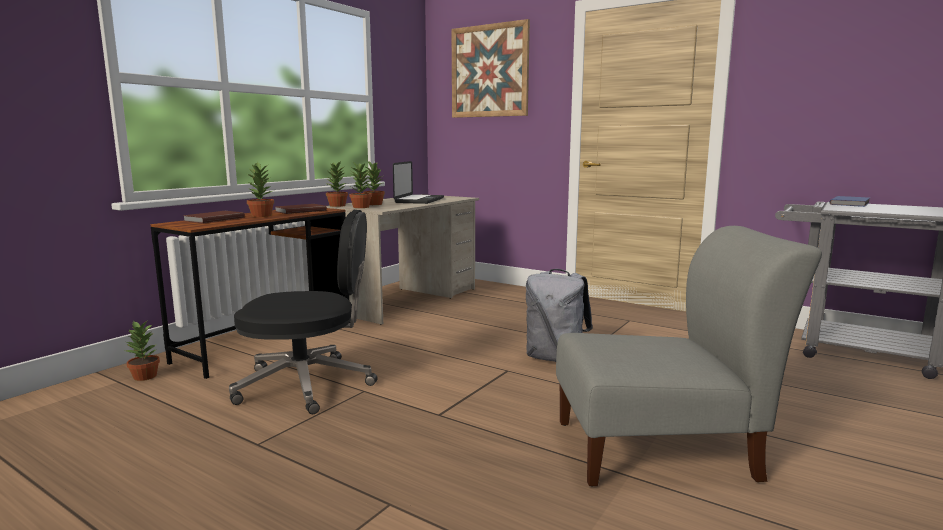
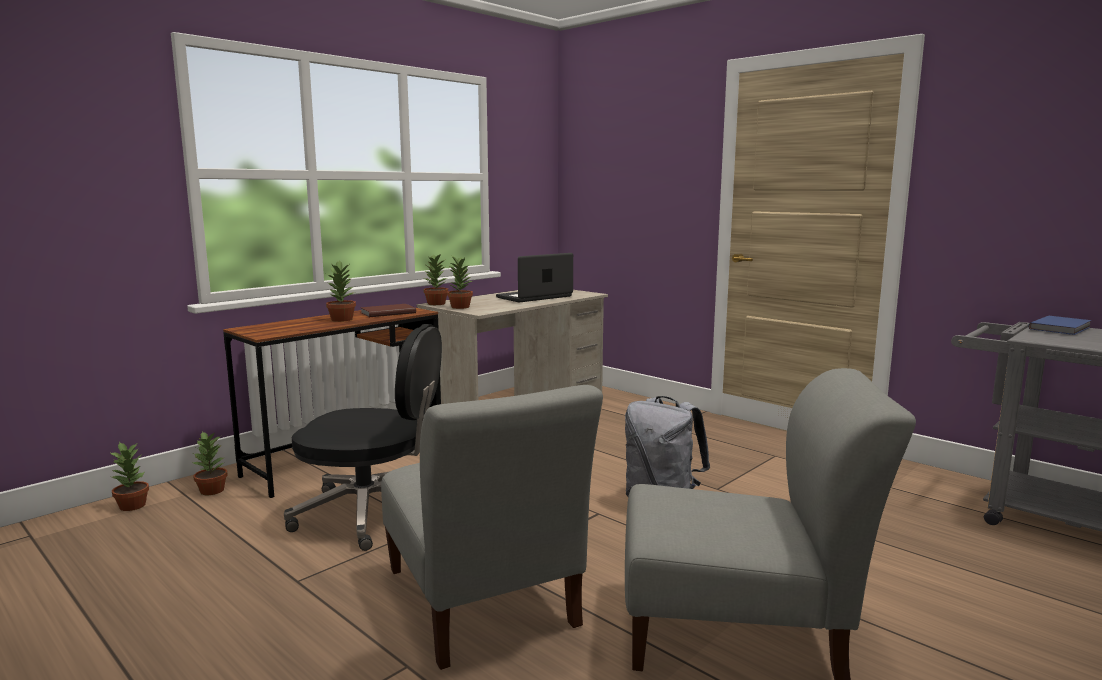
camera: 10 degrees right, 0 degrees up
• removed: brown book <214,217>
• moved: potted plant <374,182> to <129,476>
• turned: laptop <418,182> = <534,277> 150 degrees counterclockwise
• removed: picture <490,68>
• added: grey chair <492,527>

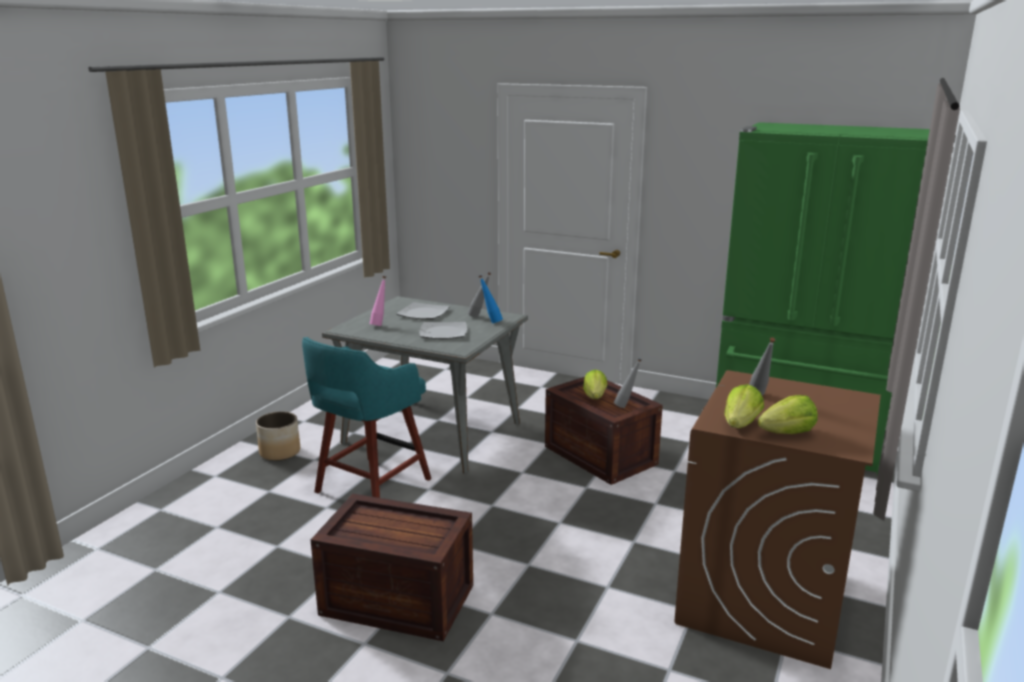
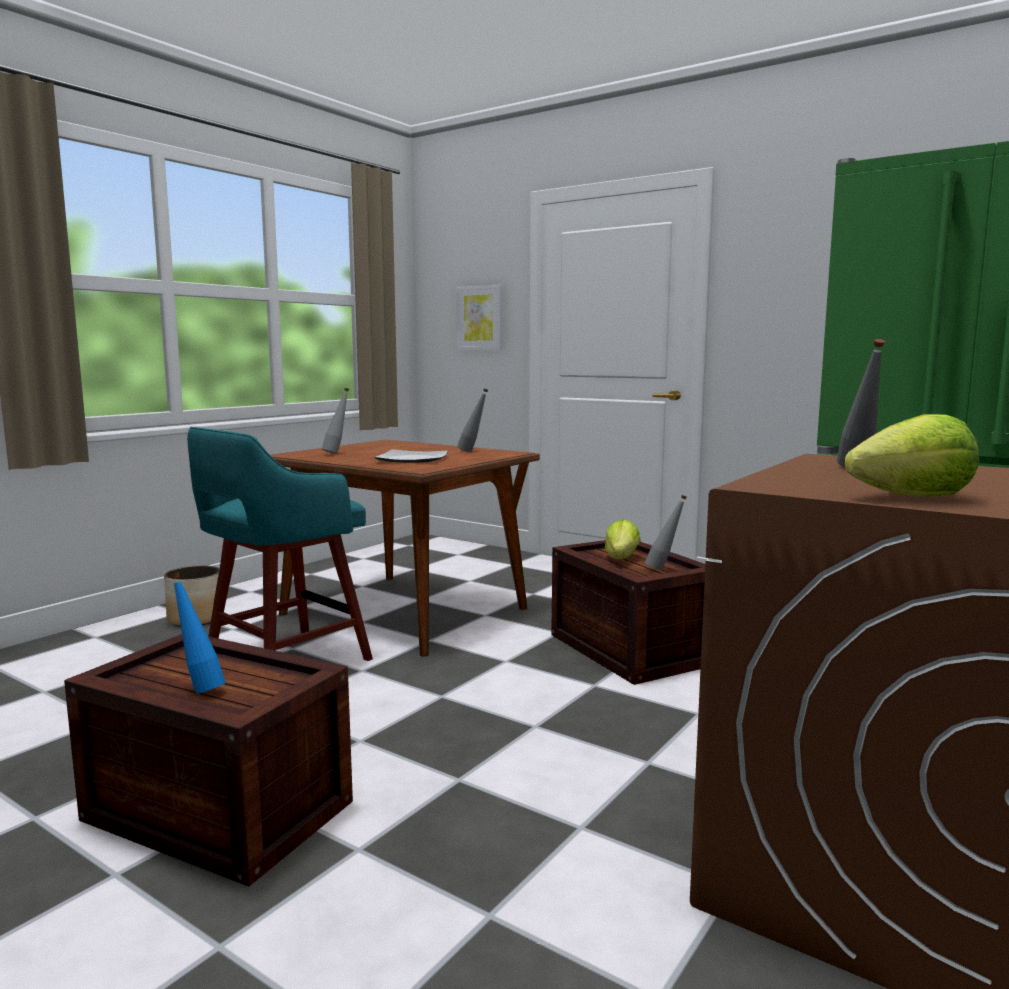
camera: 10 degrees right, 10 degrees down
• recoloured: grey dining table <425,384> to brown dining table <405,548>
• recoloured: pink bottle <378,301> to grey bottle <335,421>
• removed: plate <423,310>
• moved: blue bottle <491,299> to <198,633>
• removed: lettuce <744,406>
• added: picture <479,317>

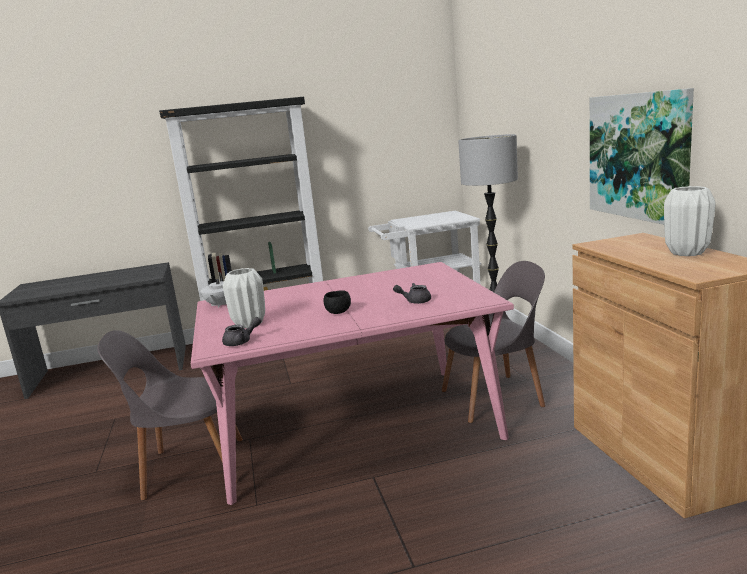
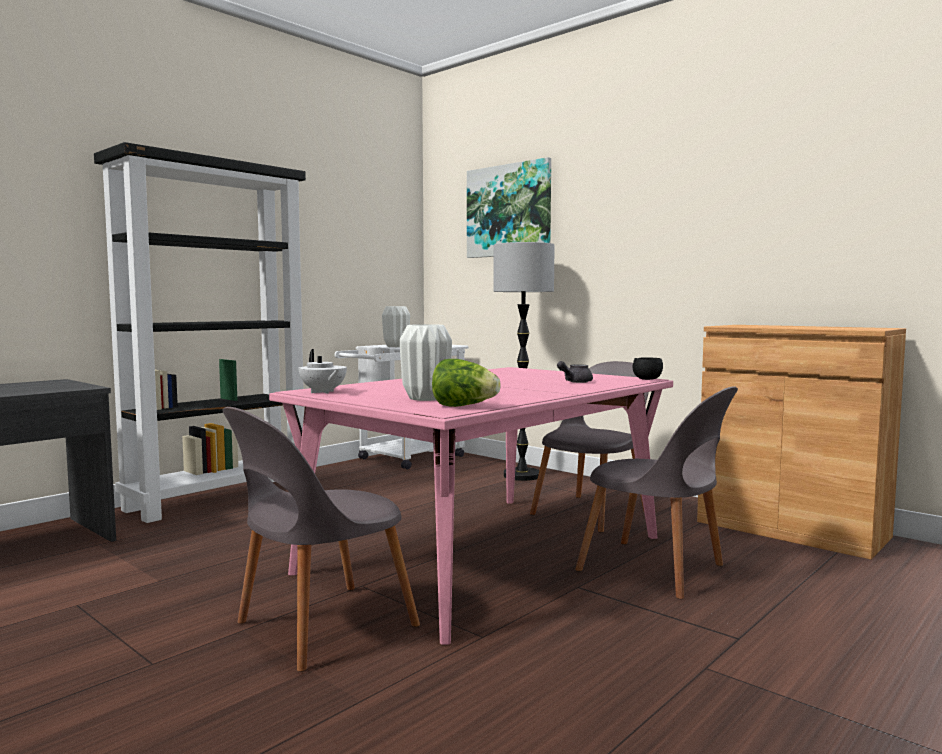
camera: 35 degrees left, 10 degrees down
• replaced: grey teapot <242,331> to lettuce <466,383>
• moved: black bowl <337,302> to <647,368>
• moved: picture <642,156> to <509,207>
• moved: white vase <690,221> to <396,326>
• added: grey chair <656,492>

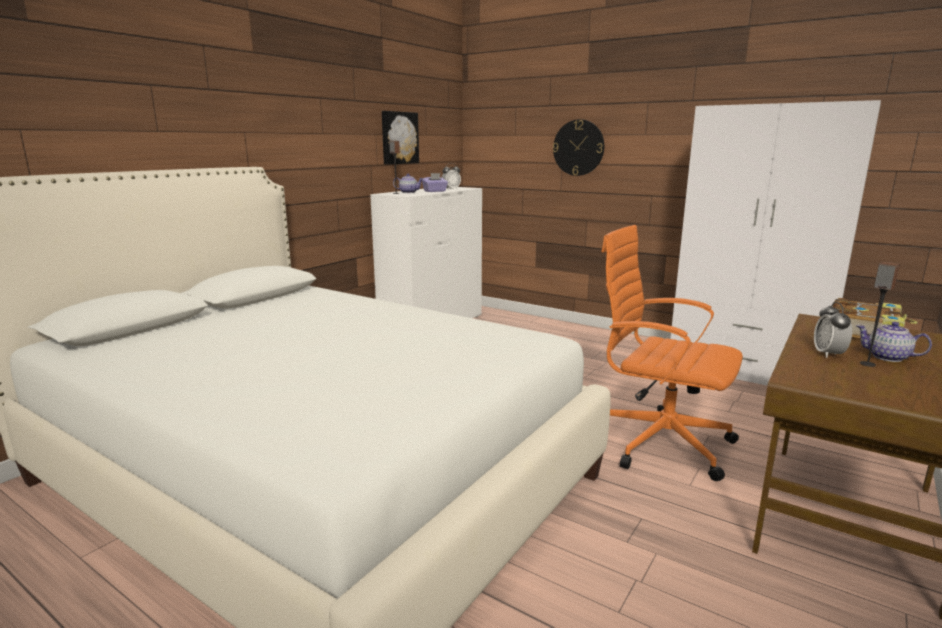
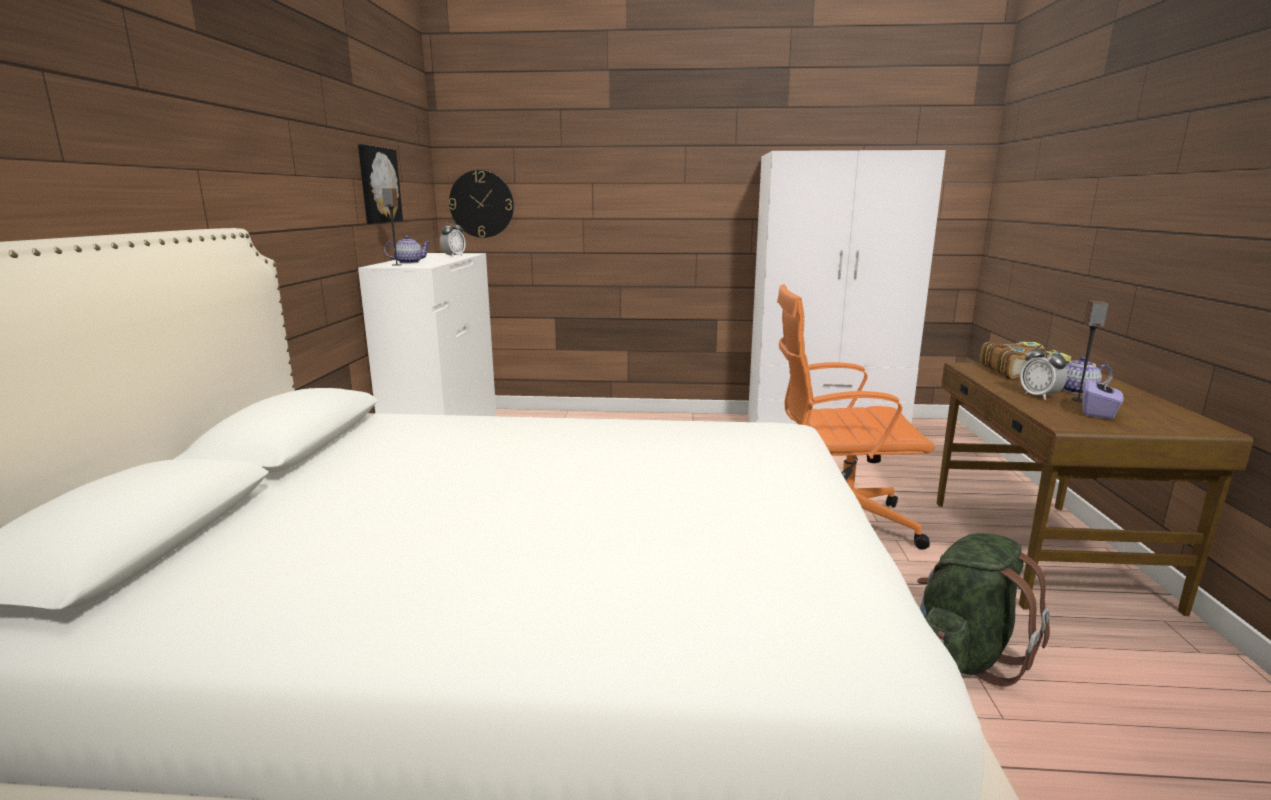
camera: 30 degrees left, 0 degrees up
• moved: purple tissue box <435,182> to <1103,397>
• moved: wall clock <578,147> to <481,204>
• added: green backpack <983,609>

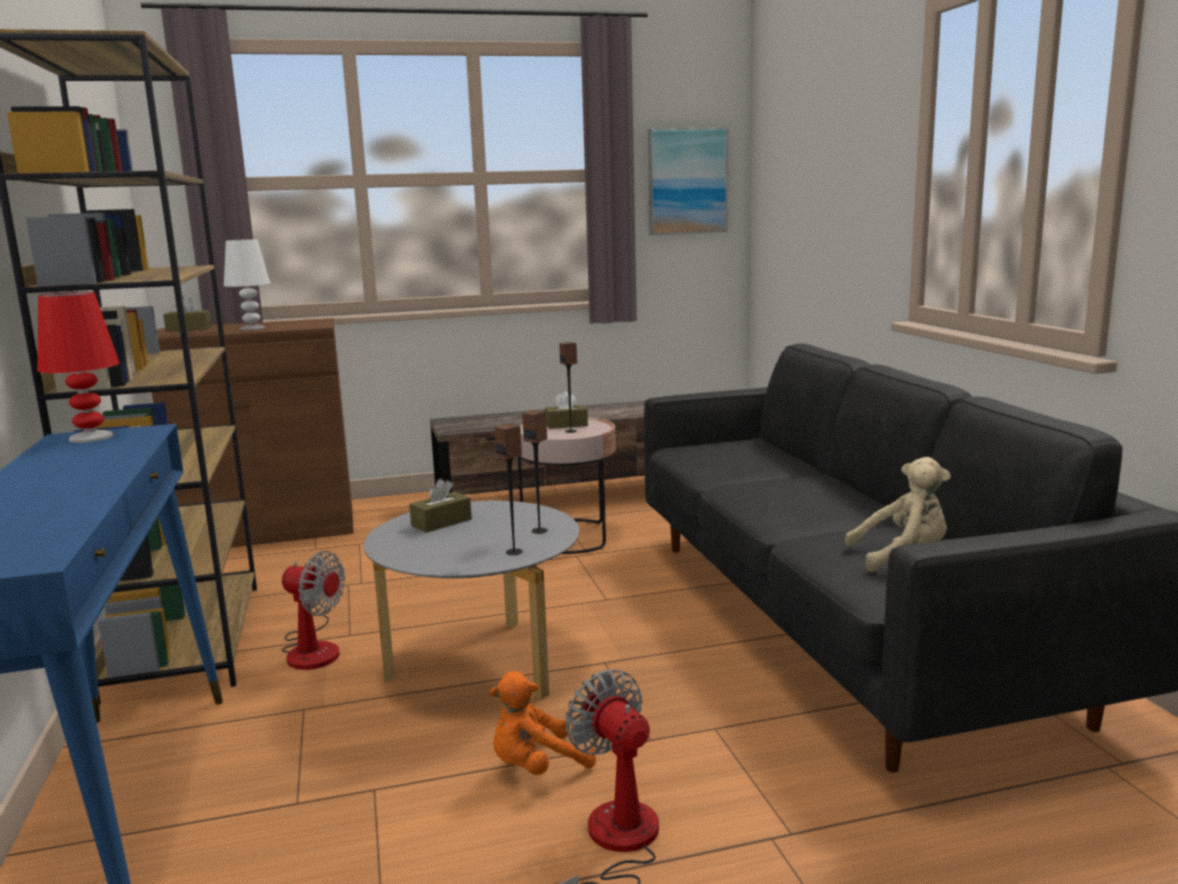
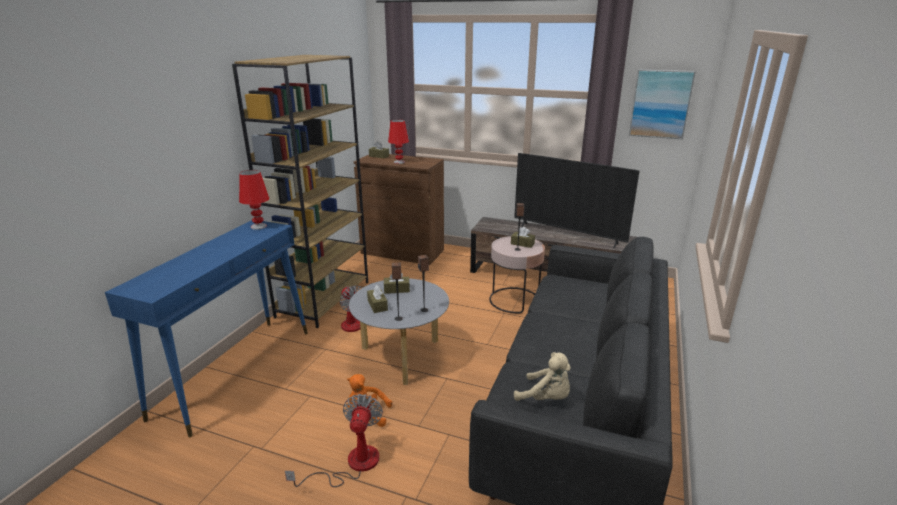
camera: 35 degrees right, 10 degrees up
• recoloured: white table lamp <247,284> to red table lamp <398,142>
• added: brown tissue box <377,299>
• added: television <576,200>

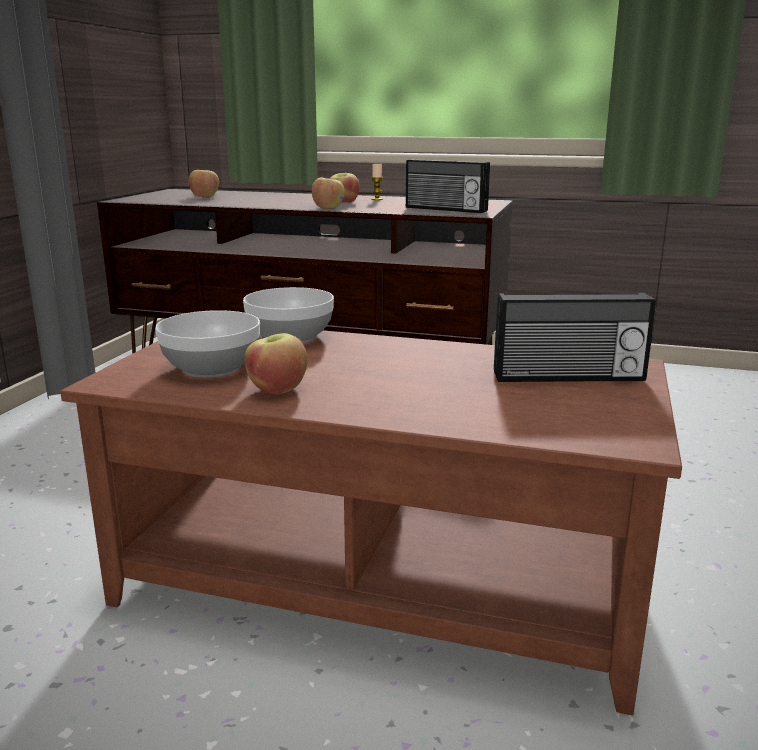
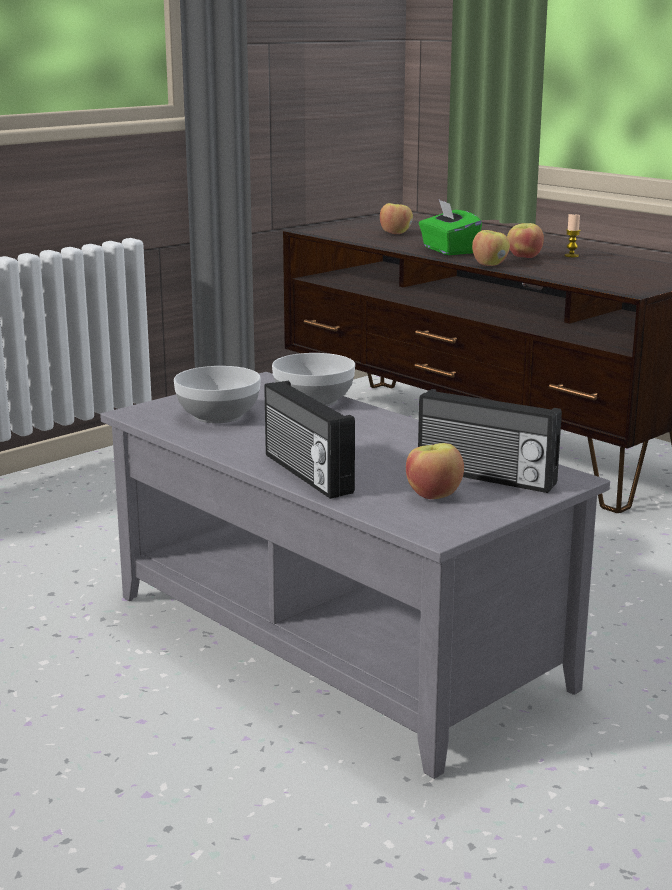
camera: 30 degrees right, 0 degrees up
• recoloured: brown coffee table <371,522> to grey coffee table <355,575>
• moved: apple <275,364> to <435,471>
• moved: radio <448,186> to <309,440>
• added: green tissue box <450,227>

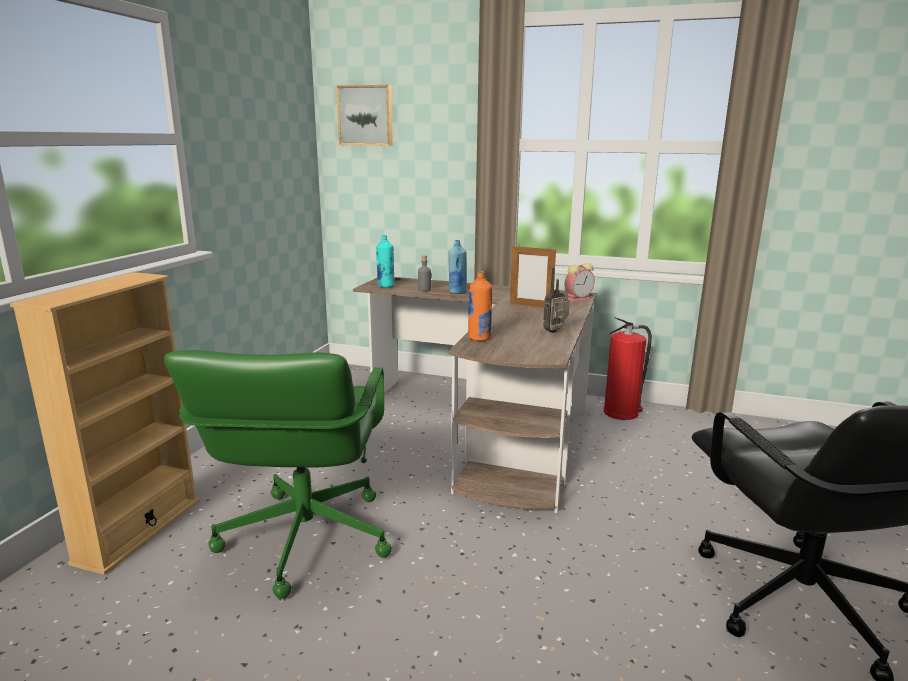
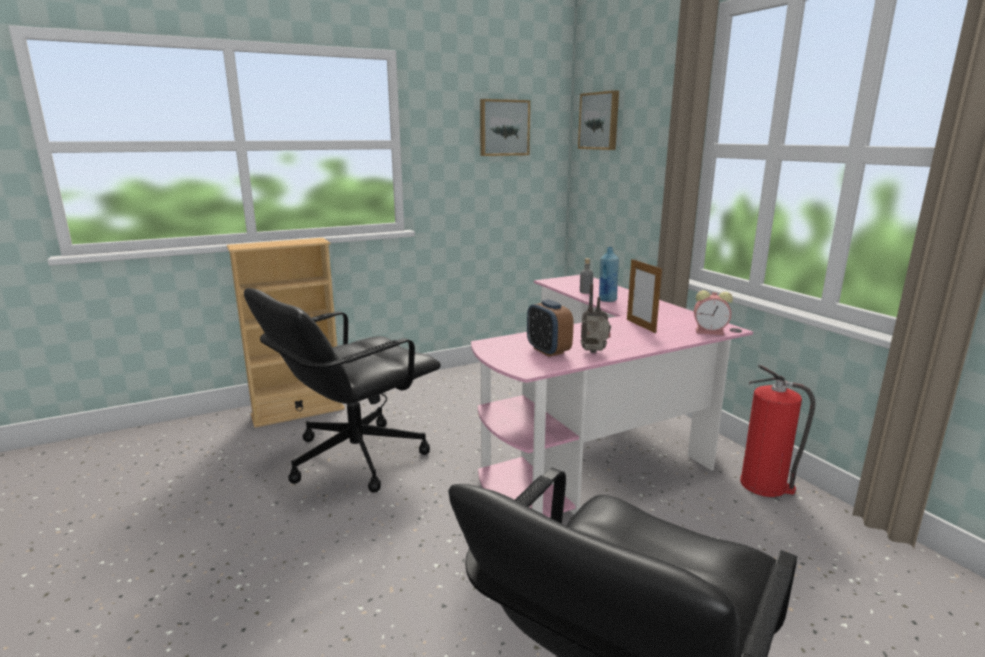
camera: 45 degrees right, 0 degrees up
• recoloured: green office chair <278,474> to black office chair <342,390>
• recoloured: brown desk <475,395> to pink desk <612,396>
• removed: turquoise bottle <385,261>
• removed: orange bottle <480,306>
• added: picture <505,127>
• added: alarm clock <550,328>

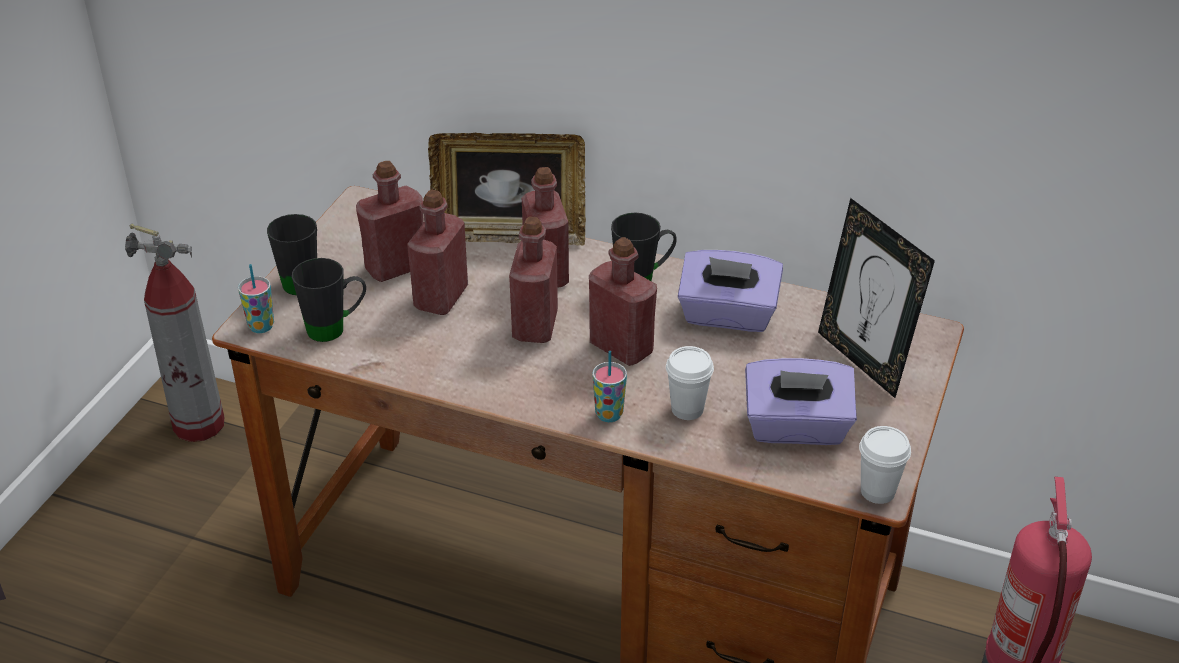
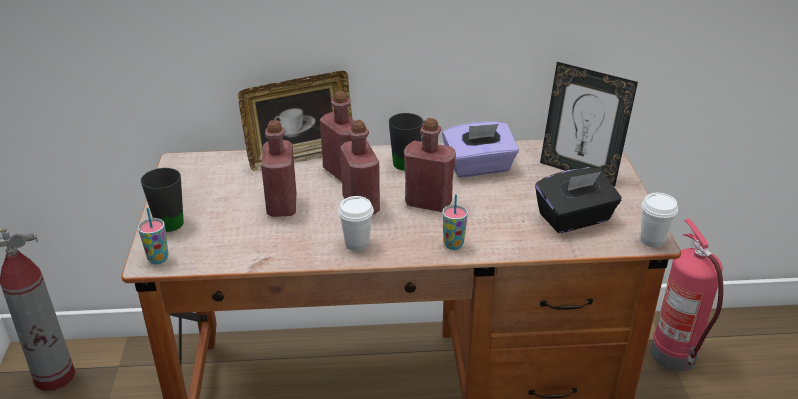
camera: 25 degrees left, 5 degrees down
• removed: black mug <329,300>
• removed: red bottle <390,221>
• moved: white cup <690,383> to <356,223>
• recoloured: purple tissue box <801,401> to black tissue box <578,200>

